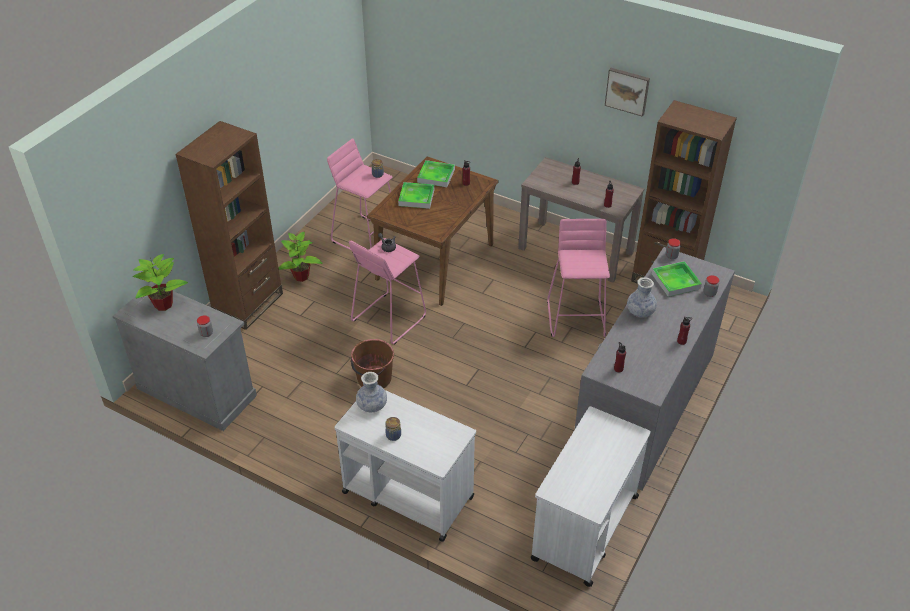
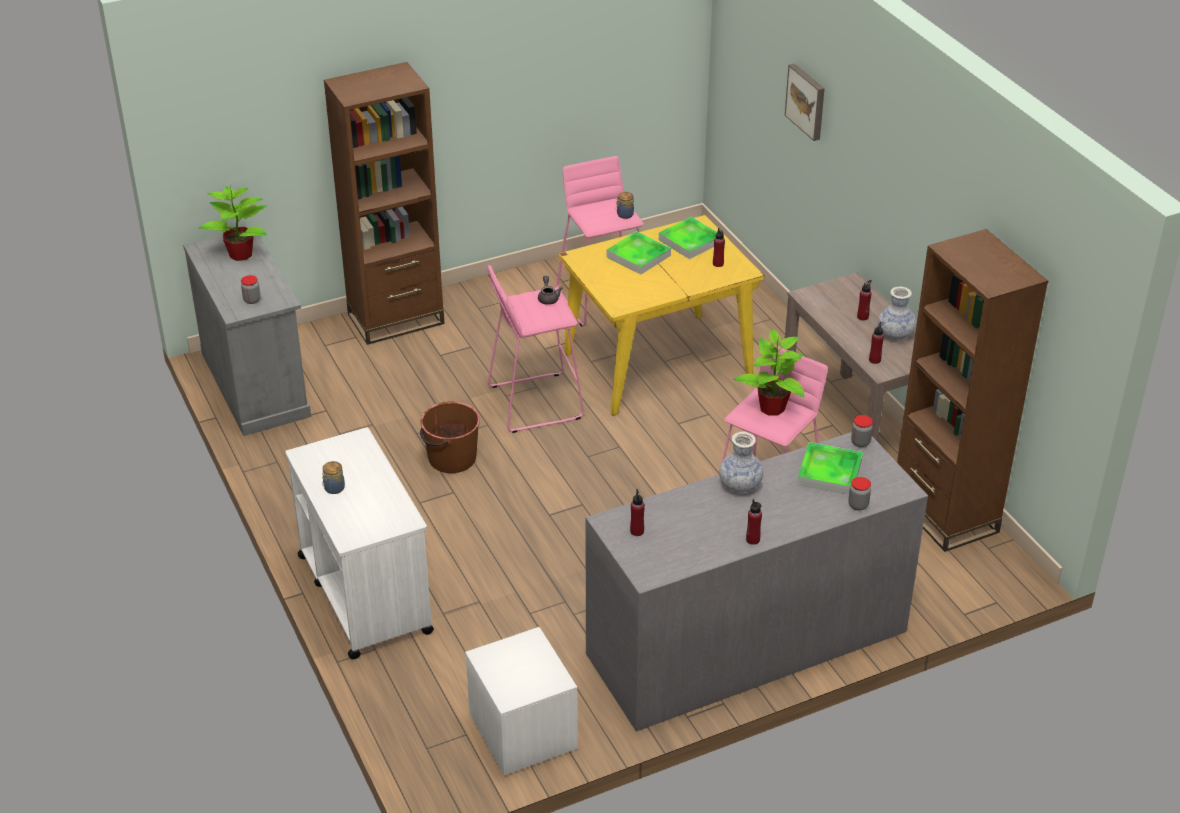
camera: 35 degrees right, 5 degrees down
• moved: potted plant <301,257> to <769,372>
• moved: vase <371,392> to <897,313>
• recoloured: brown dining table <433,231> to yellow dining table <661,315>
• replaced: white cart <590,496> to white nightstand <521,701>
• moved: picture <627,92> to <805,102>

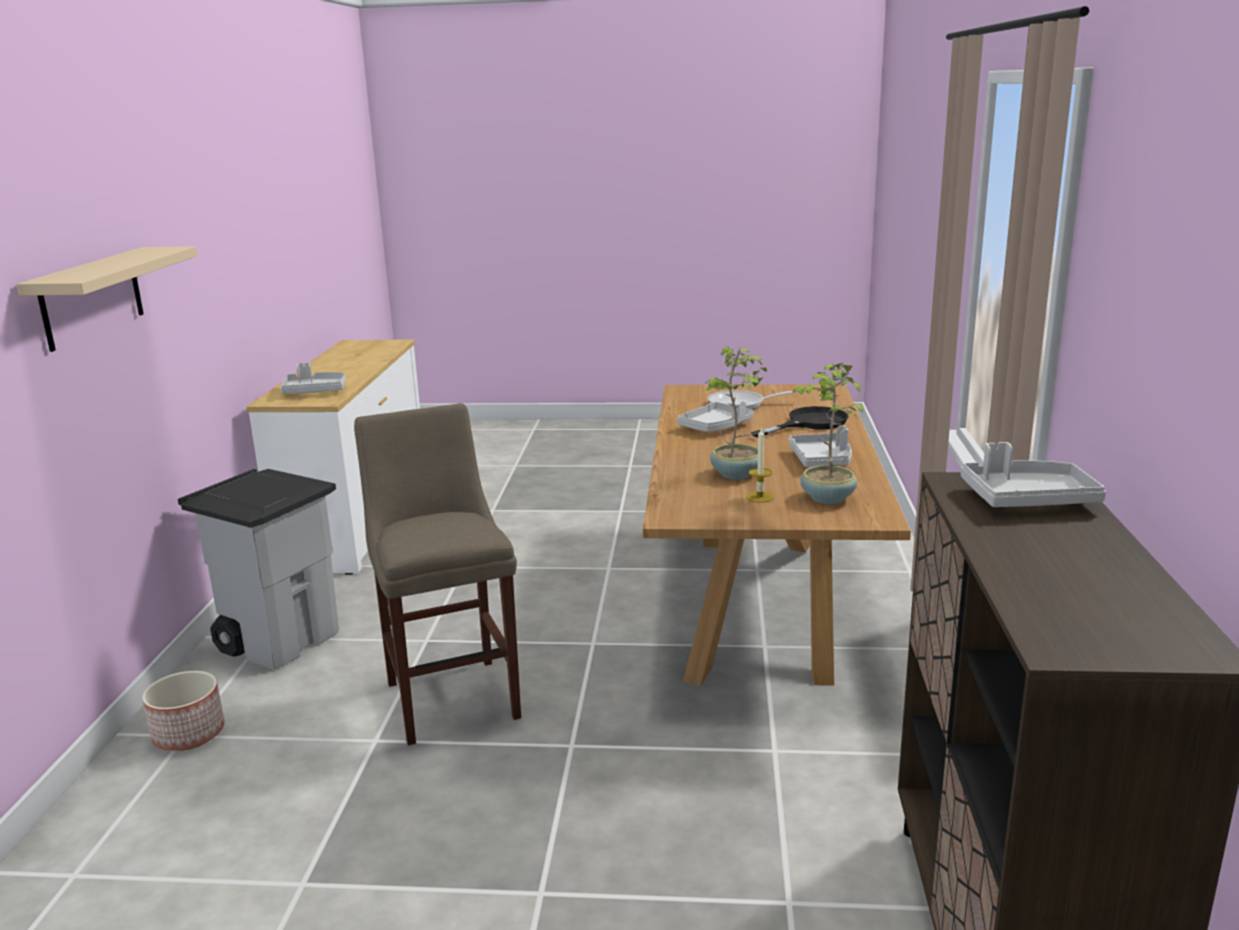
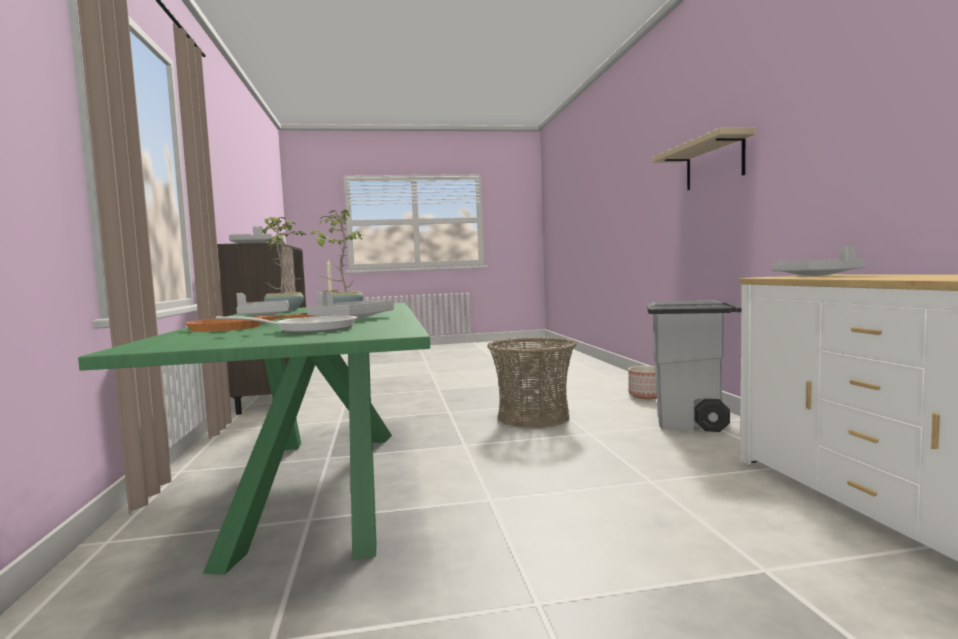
camera: 165 degrees right, 15 degrees down
• replaced: beige stool <437,574> to basket <532,382>
• recoloured: brown dining table <777,535> to green dining table <254,439>
• recoloured: black frying pan <799,422> to orange frying pan <251,322>

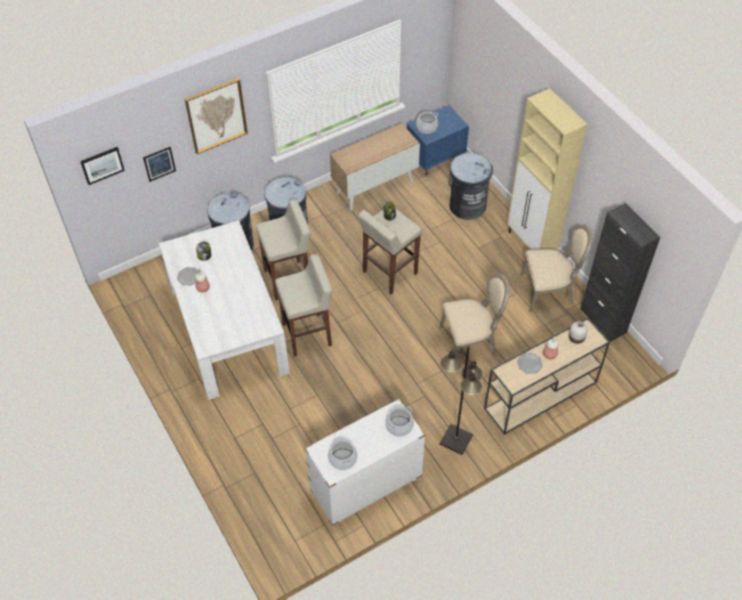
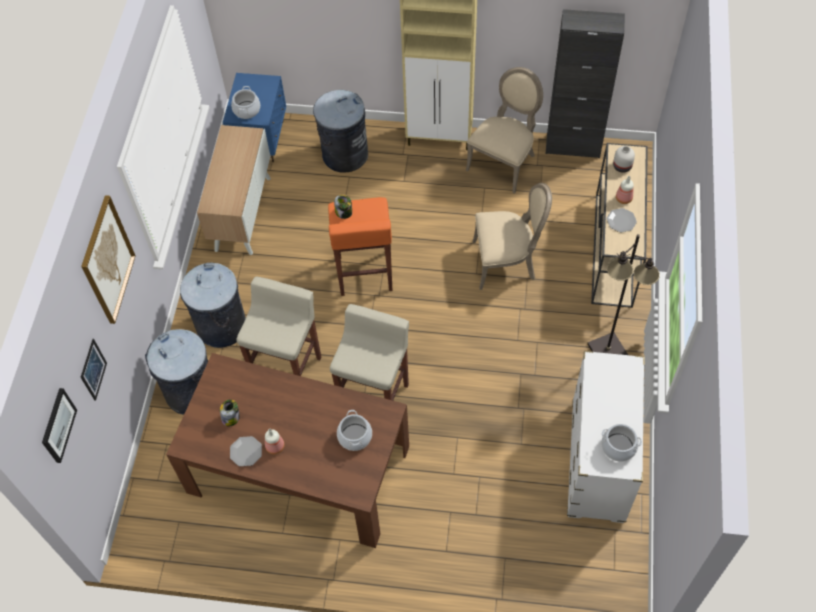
camera: 50 degrees left, 5 degrees up
• recoloured: white dining table <224,310> to brown dining table <287,450>
• recoloured: beige stool <390,251> to orange stool <360,246>
• moved: cooking pot <399,421> to <354,430>
• turned: beige chair <475,314> = <512,236> 60 degrees clockwise

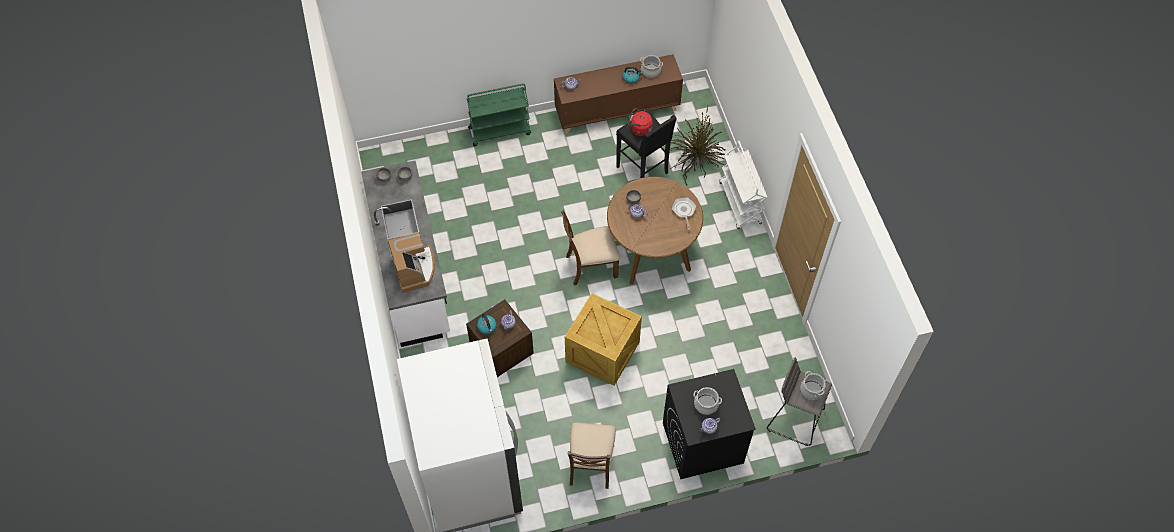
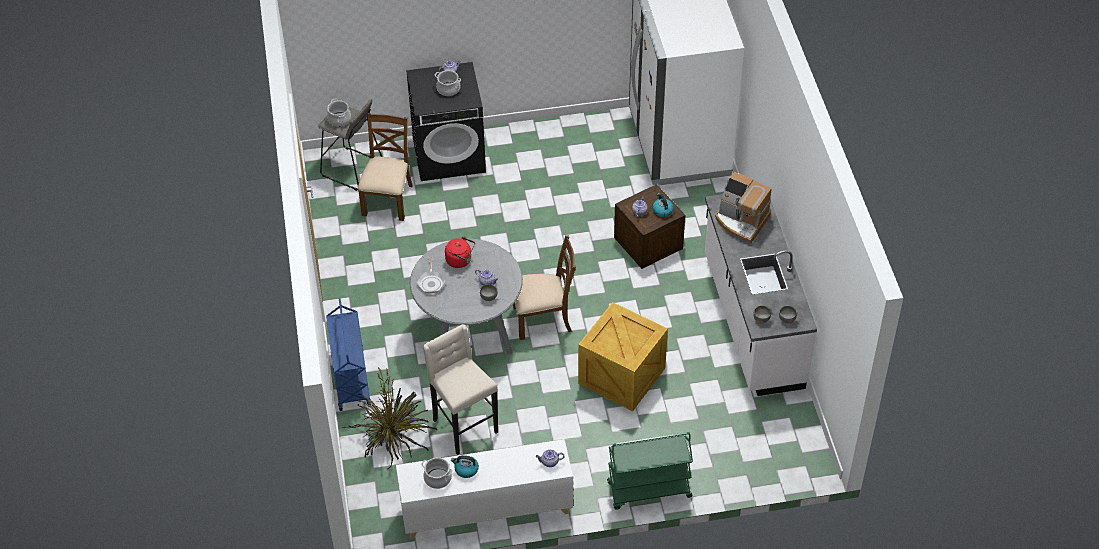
camera: 175 degrees left, 10 degrees down
• turned: coffee machine <411,262> = <743,208> 45 degrees counterclockwise
• recoloured: brown cabinet <618,94> to white cabinet <484,489>
• moved: crate <603,339> to <623,356>
• moved: brown chair <592,455> to <385,167>
• recoloured: brown dining table <655,231> to grey dining table <466,297>
• recoloured: black stool <646,144> to beige stool <460,389>
• moved: red kettle <640,122> to <460,252>
• recoloured: white cart <743,185> to blue cart <348,354>

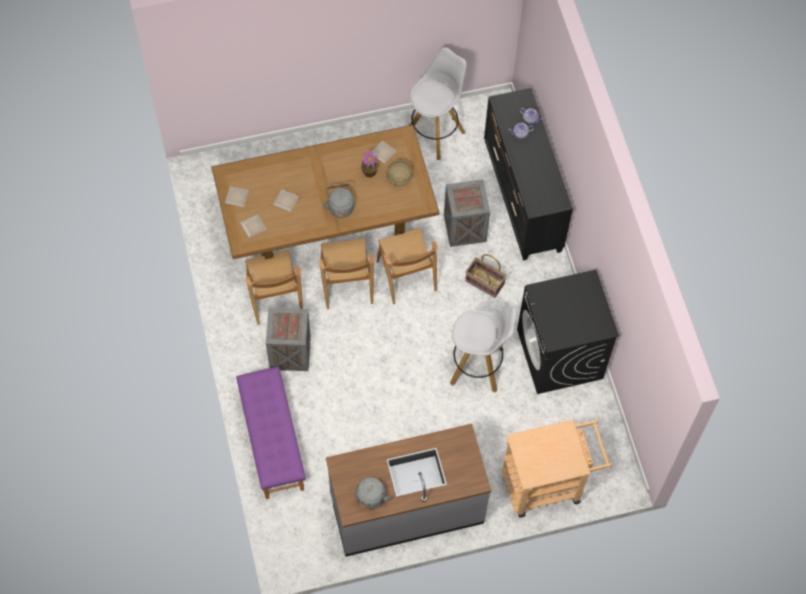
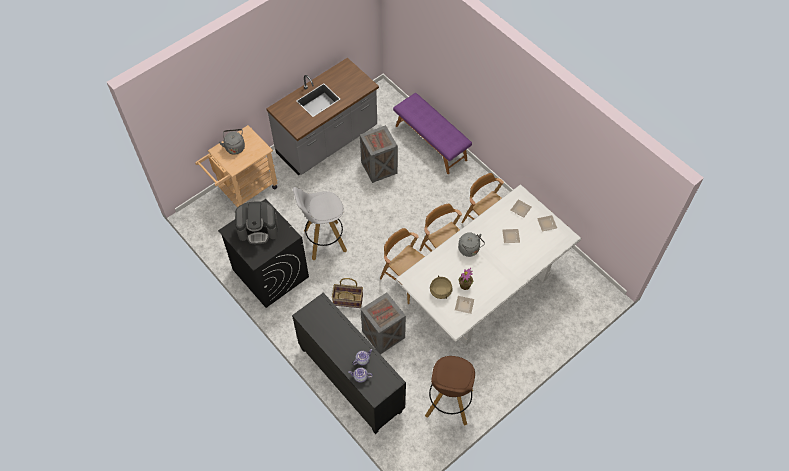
camera: 155 degrees right, 5 degrees down
• recoloured: brown dining table <325,192> to white dining table <488,264>
• moved: crate <288,339> to <379,154>
• moved: grey kettle <372,493> to <232,142>
• recoloured: white stool <438,103> to brown stool <450,391>
• added: coffee machine <256,222>

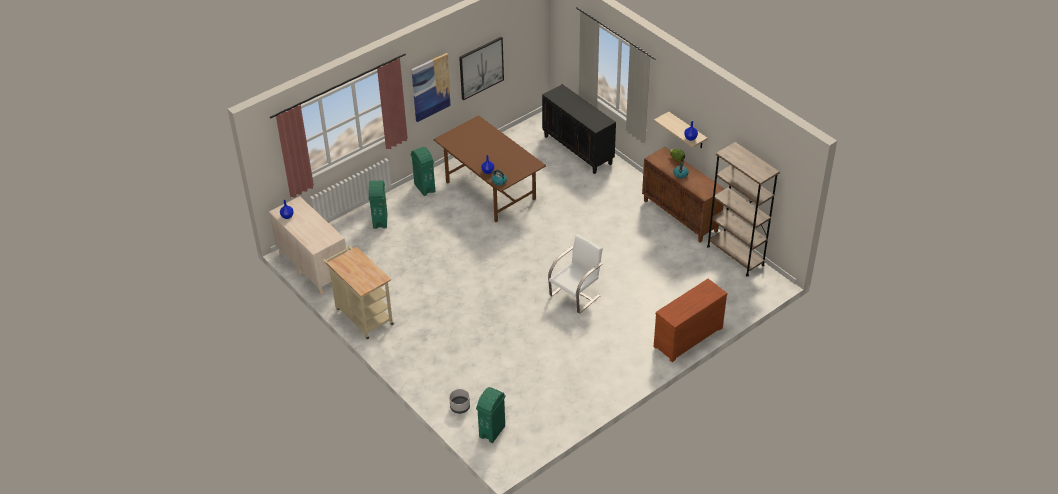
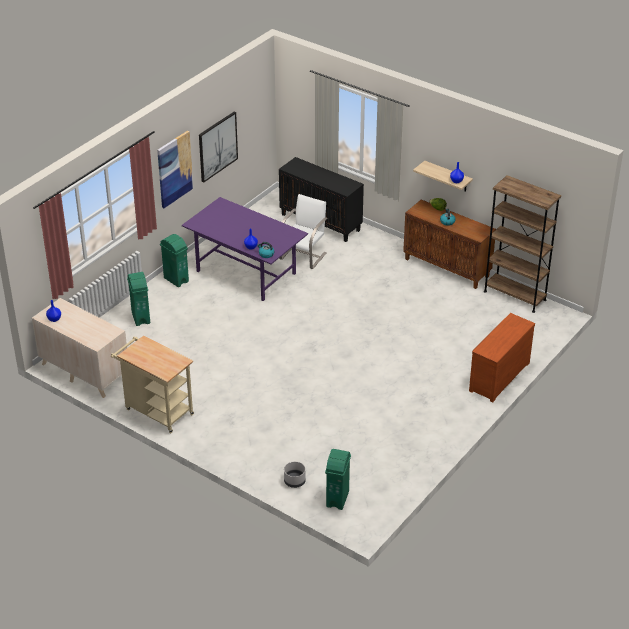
camera: 15 degrees left, 5 degrees down
• recoloured: brown dining table <489,168> to purple dining table <245,249>
• moved: white chair <575,274> to <303,231>

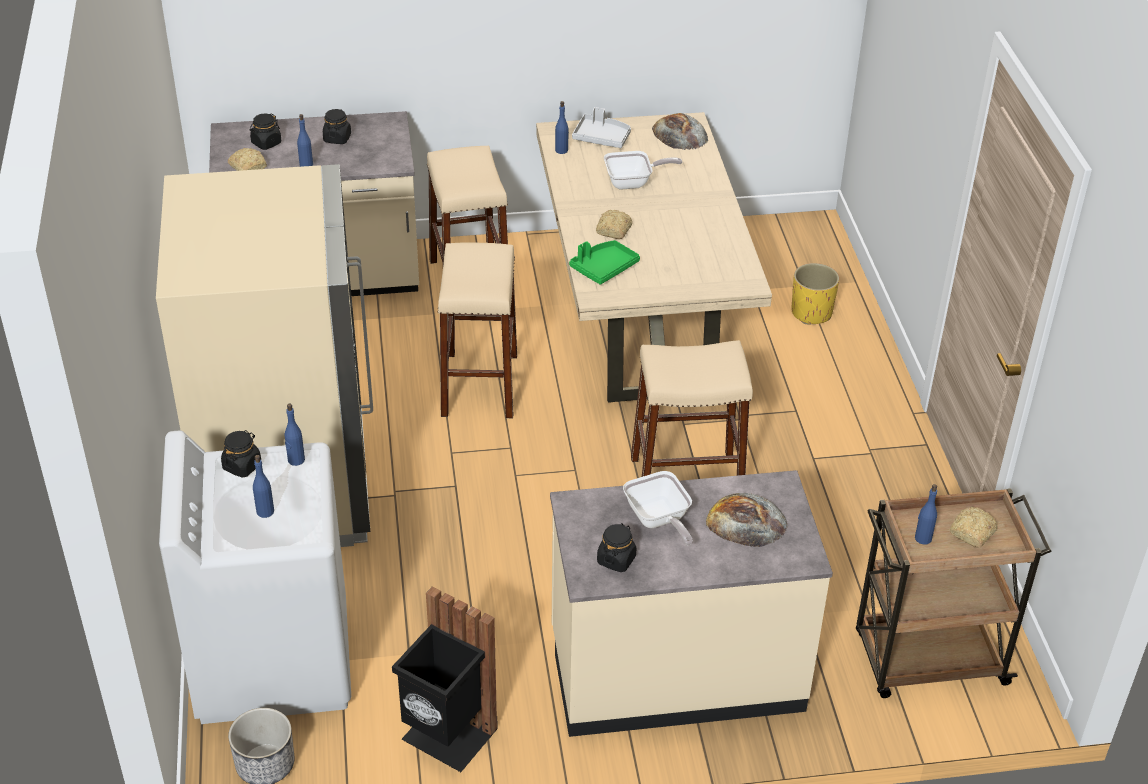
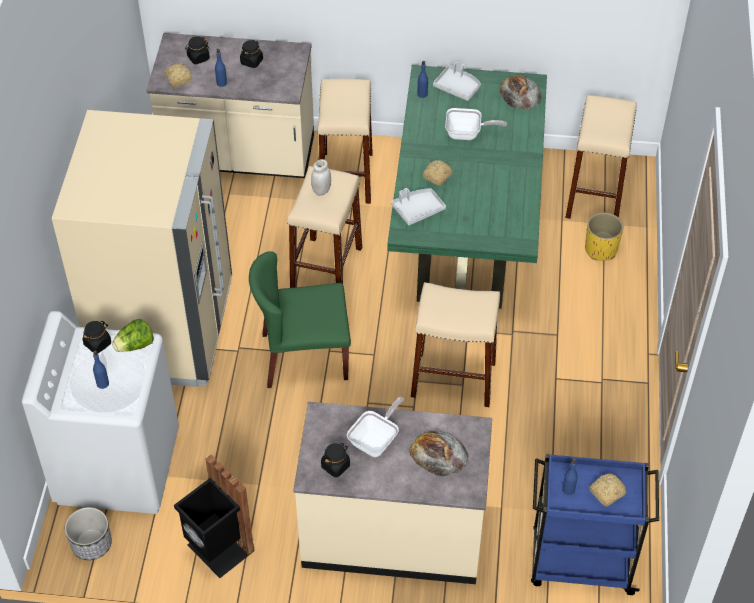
camera: 15 degrees right, 10 degrees up
• replaced: blue bottle <295,435> to lettuce <133,335>
• recoloured: beige dining table <654,257> to green dining table <467,187>
• recoloured: green tray <604,262> to grey tray <418,206>
• turned: frying pan <658,508> = <375,427> 135 degrees counterclockwise
• recoloured: brown cart <954,593> to blue cart <595,524>
• added: green chair <300,319>
• added: white jar <321,177>
• added: beige stool <601,157>

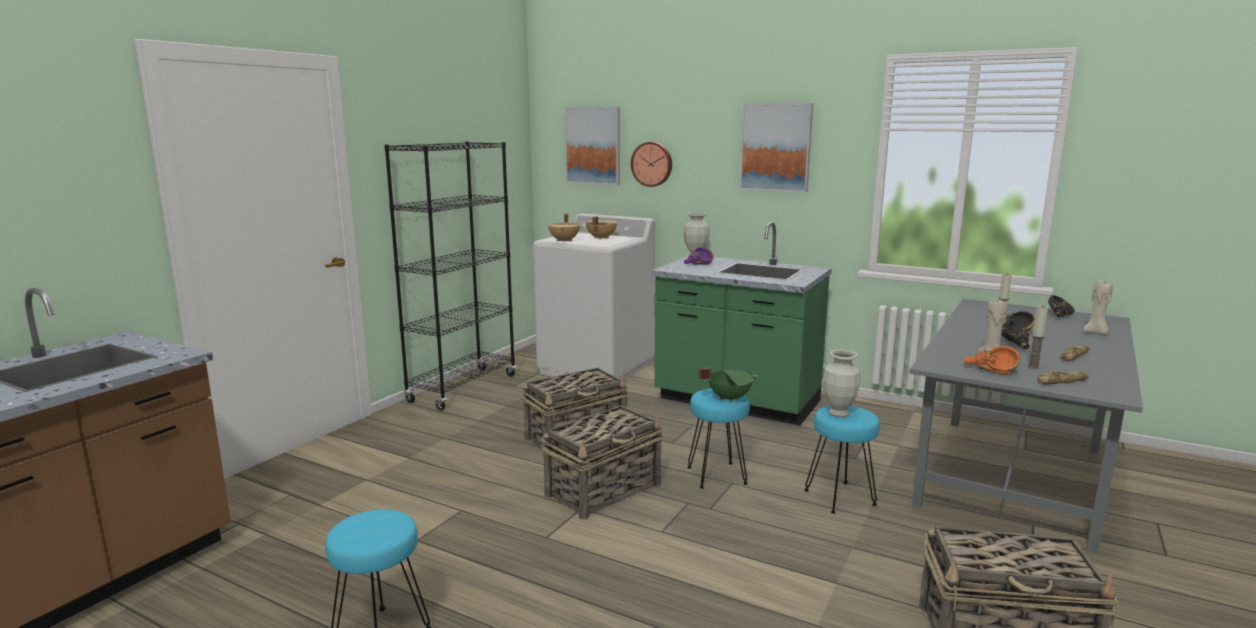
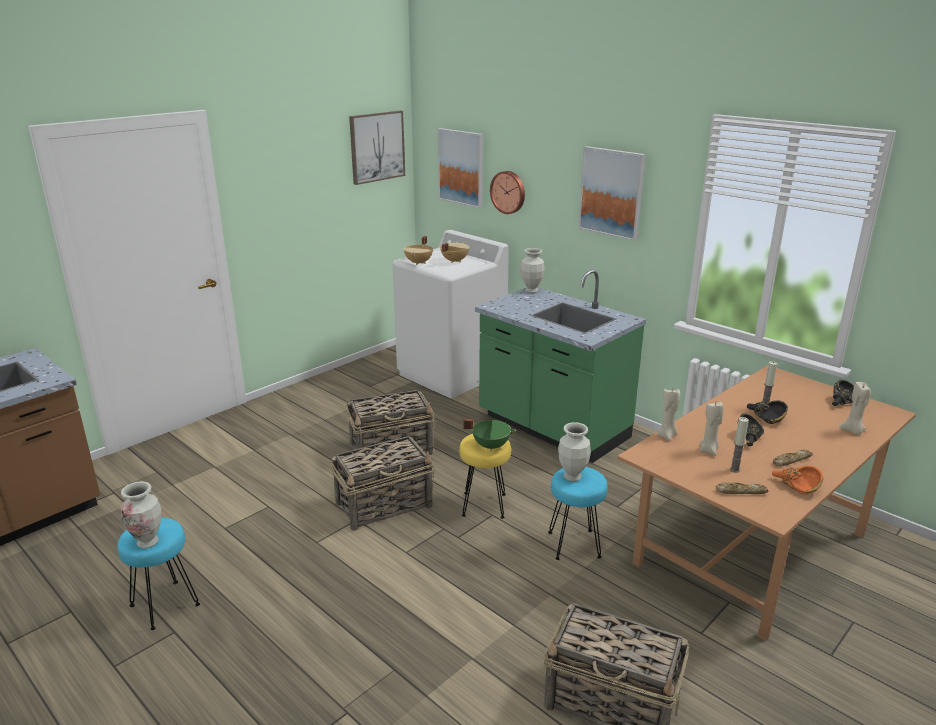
camera: 15 degrees right, 10 degrees up
• removed: black bookcase <450,275>
• removed: purple bowl <699,256>
• recoloured: turquoise stool <718,439> to yellow stool <485,476>
• recoloured: grey dining table <1026,426> to brown dining table <766,503>
• moved: orange bowl <992,360> to <797,480>
• added: vase <141,515>
• added: picture <377,148>
• added: beige candle <668,414>

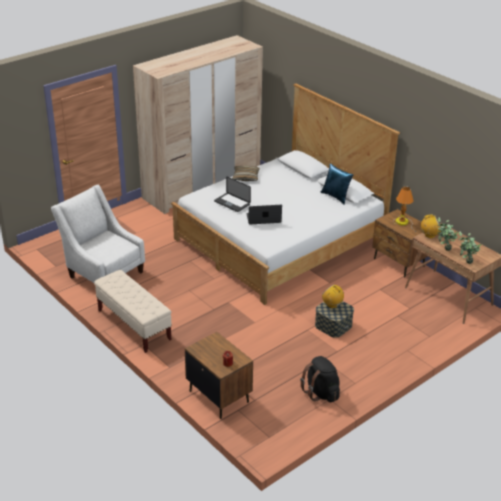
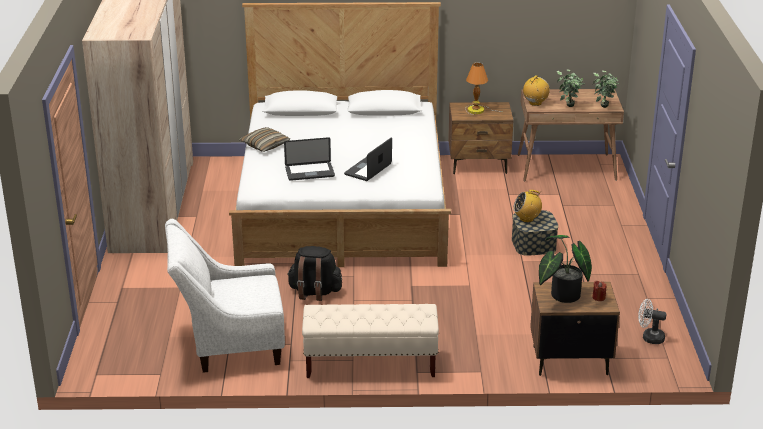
camera: 50 degrees left, 5 degrees down
• moved: black backpack <320,379> to <314,273>
• removed: blue pillow <337,184>
• added: potted plant <565,269>
• added: white fan <652,321>

